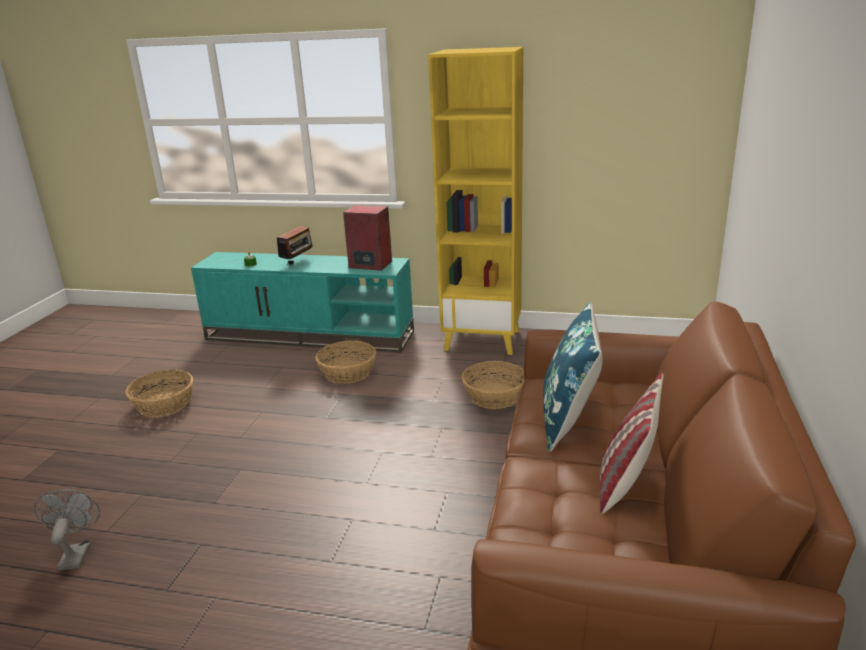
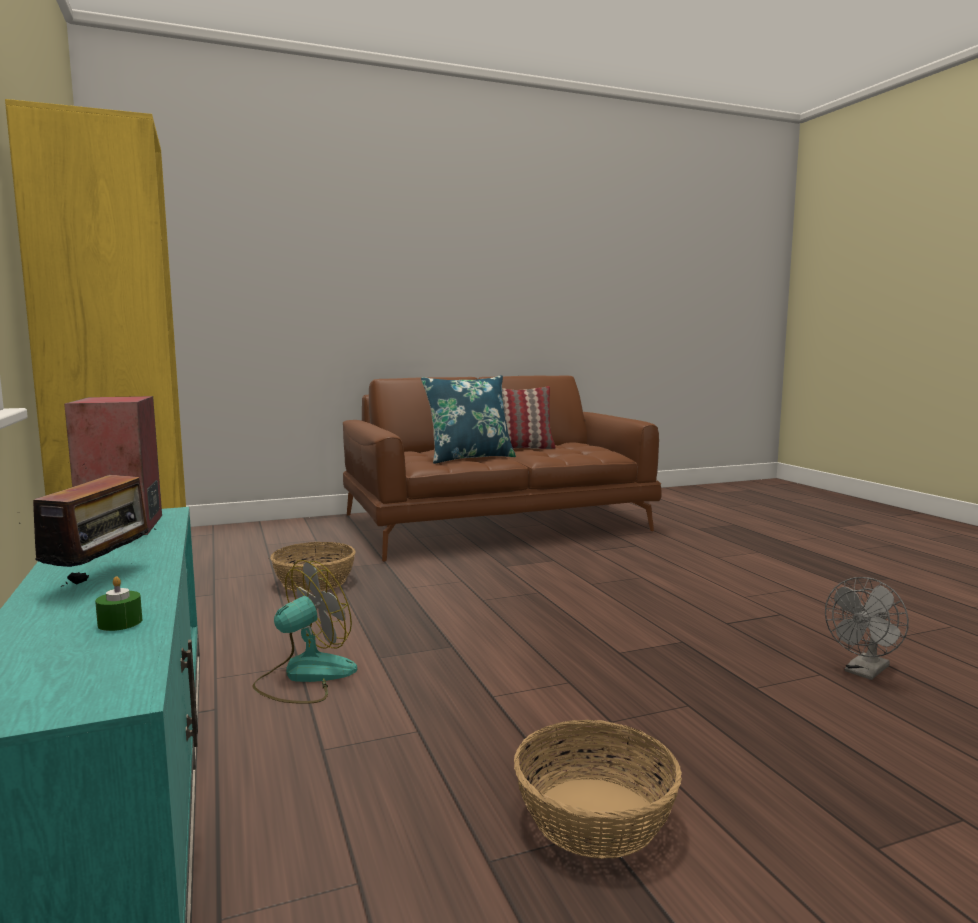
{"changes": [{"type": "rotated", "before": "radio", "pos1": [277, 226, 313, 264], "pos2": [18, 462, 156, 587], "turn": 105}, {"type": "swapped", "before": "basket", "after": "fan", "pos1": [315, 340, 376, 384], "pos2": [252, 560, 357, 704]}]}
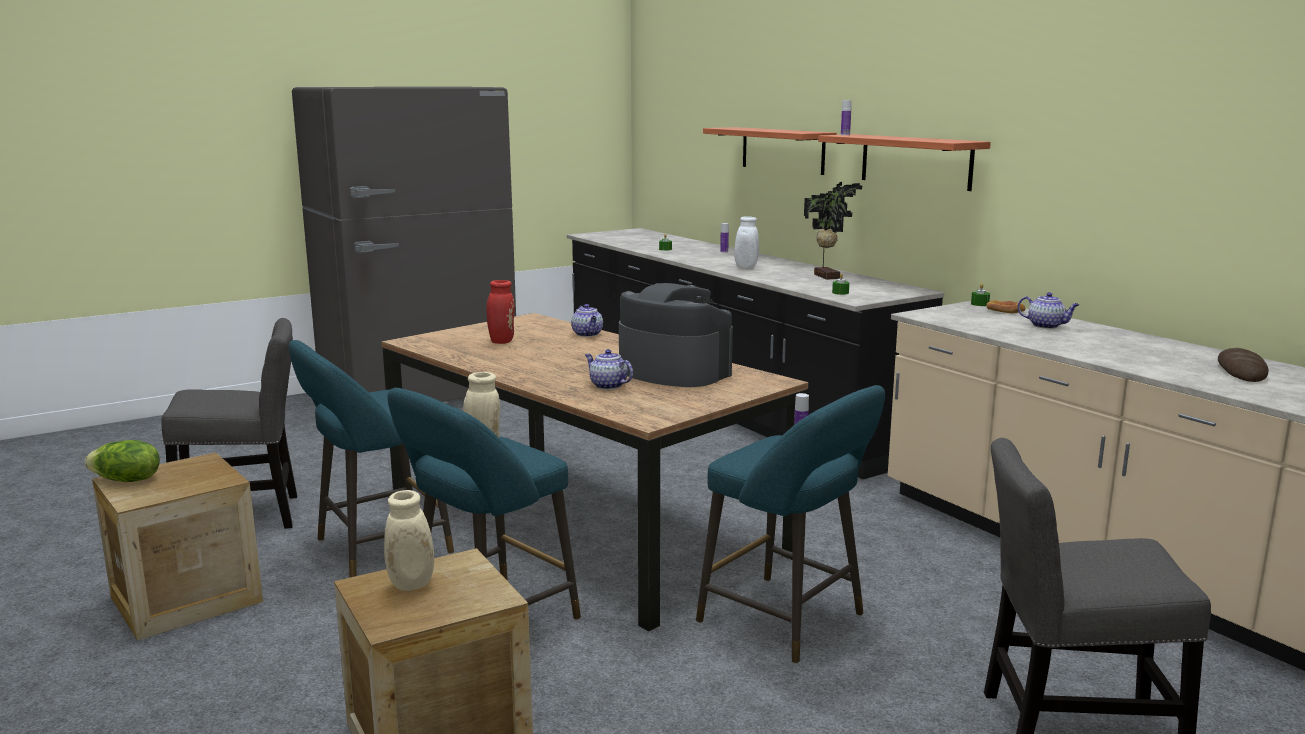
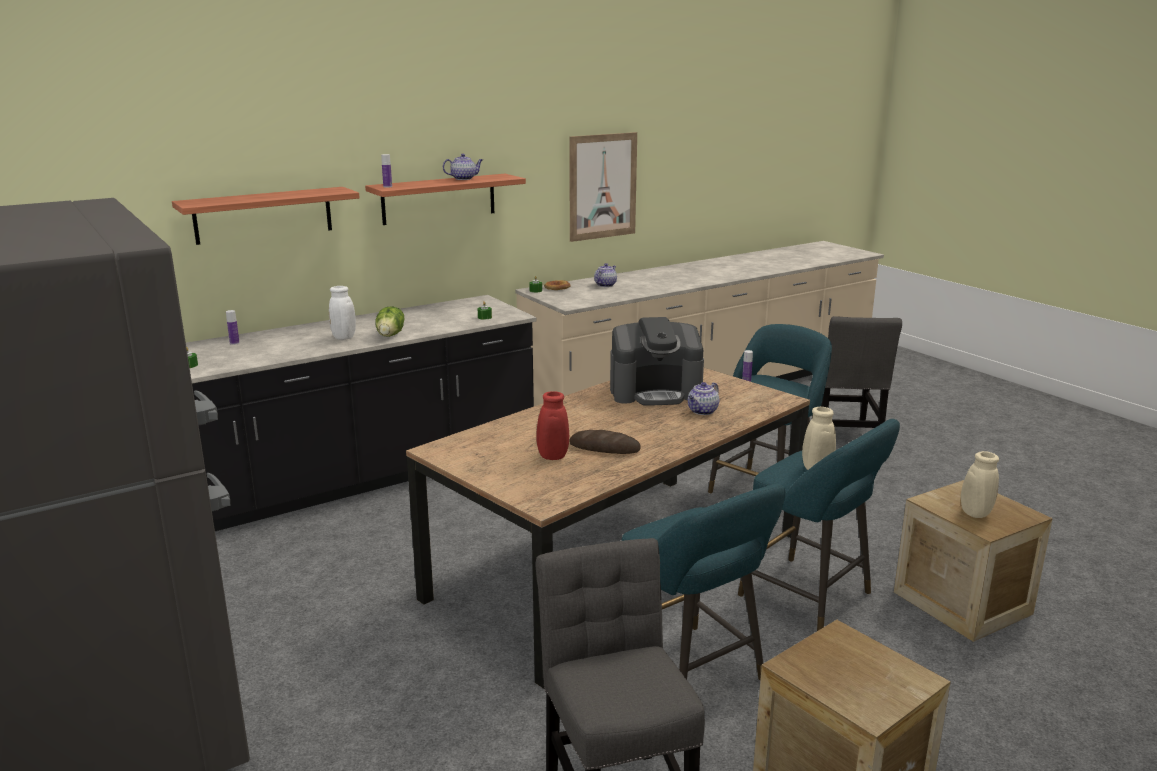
{"changes": [{"type": "gone", "before": "potted plant", "pos1": [804, 182, 862, 280]}, {"type": "rotated", "before": "coffee machine", "pos1": [619, 283, 733, 387], "pos2": [610, 317, 704, 406], "turn": -135}, {"type": "shifted", "before": "teapot", "pos1": [571, 304, 603, 337], "pos2": [443, 154, 483, 180]}, {"type": "shifted", "before": "bread", "pos1": [1218, 348, 1269, 382], "pos2": [569, 430, 641, 454]}, {"type": "shifted", "before": "lettuce", "pos1": [85, 440, 160, 482], "pos2": [375, 306, 405, 337]}, {"type": "new", "after": "picture", "pos2": [569, 132, 637, 242]}]}
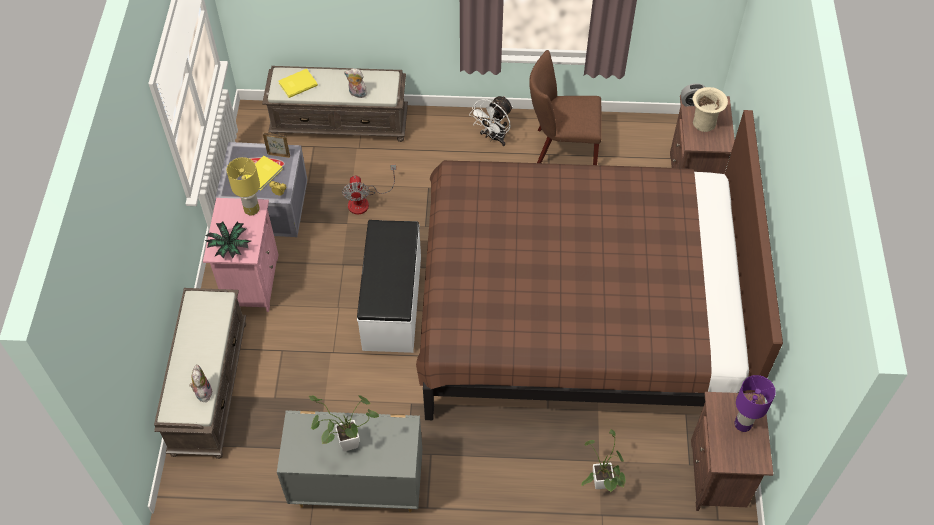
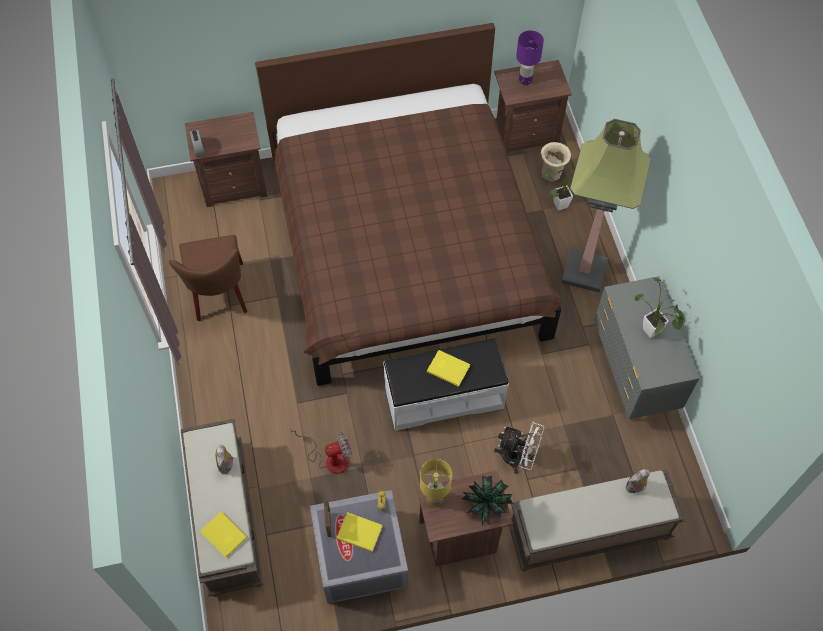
{"changes": [{"type": "shifted", "before": "beige vase", "pos1": [693, 87, 728, 132], "pos2": [541, 142, 571, 182]}, {"type": "shifted", "before": "white fan", "pos1": [469, 96, 513, 146], "pos2": [494, 421, 544, 474]}, {"type": "repainted", "before": "pink nightstand", "after": "brown nightstand", "pos1": [203, 198, 278, 312], "pos2": [417, 470, 513, 566]}, {"type": "new", "after": "floor lamp", "pos2": [561, 119, 651, 292]}, {"type": "new", "after": "yellow book", "pos2": [427, 350, 470, 387]}]}
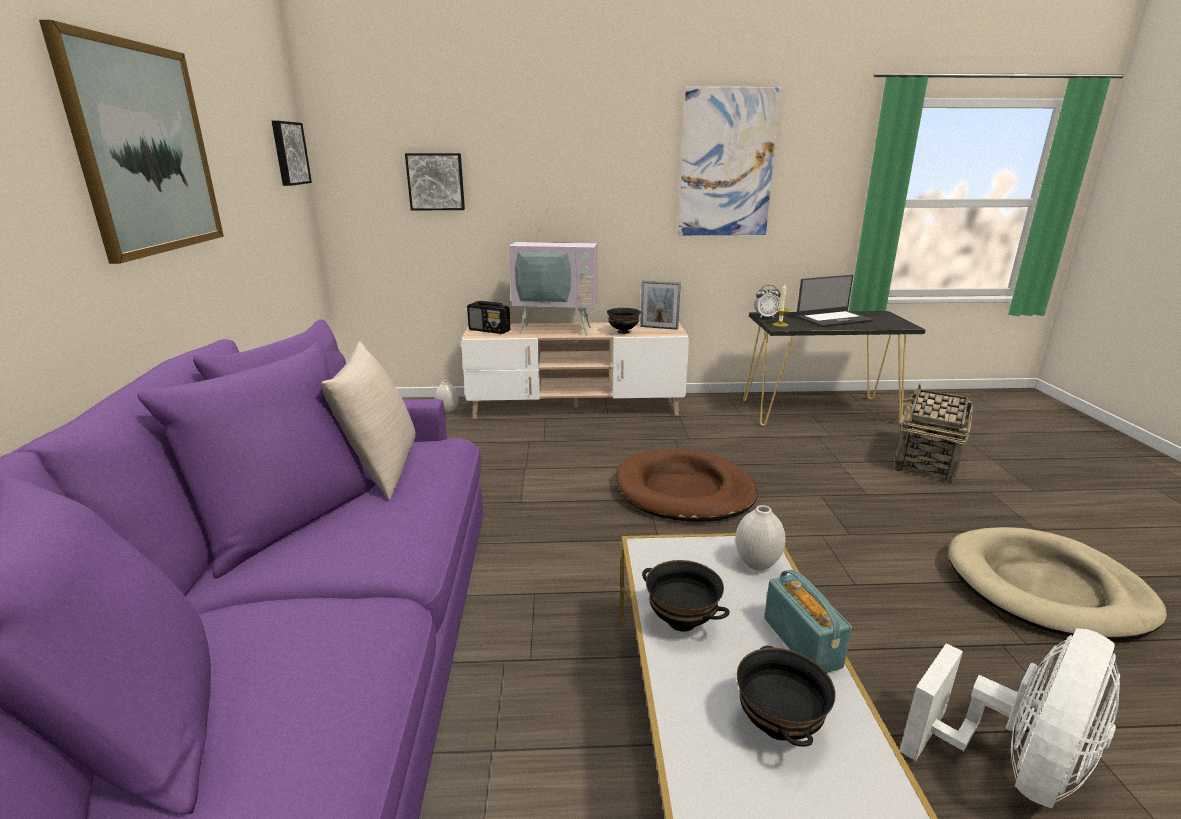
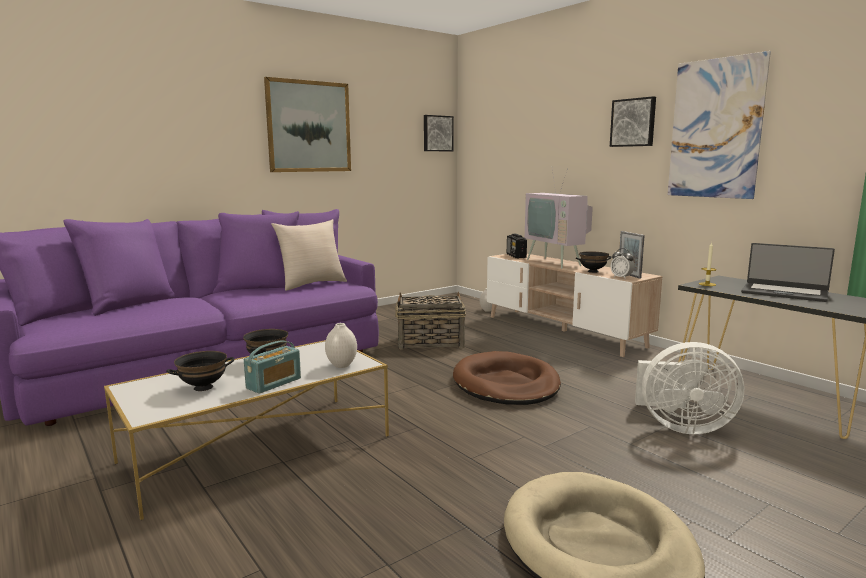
{"changes": [{"type": "shifted", "before": "picture", "pos1": [405, 153, 465, 210], "pos2": [610, 96, 656, 147]}, {"type": "shifted", "before": "alarm clock", "pos1": [754, 285, 781, 318], "pos2": [611, 248, 634, 279]}, {"type": "shifted", "before": "basket", "pos1": [893, 384, 973, 483], "pos2": [395, 291, 466, 350]}, {"type": "shifted", "before": "white fan", "pos1": [900, 628, 1120, 808], "pos2": [635, 342, 744, 434]}]}
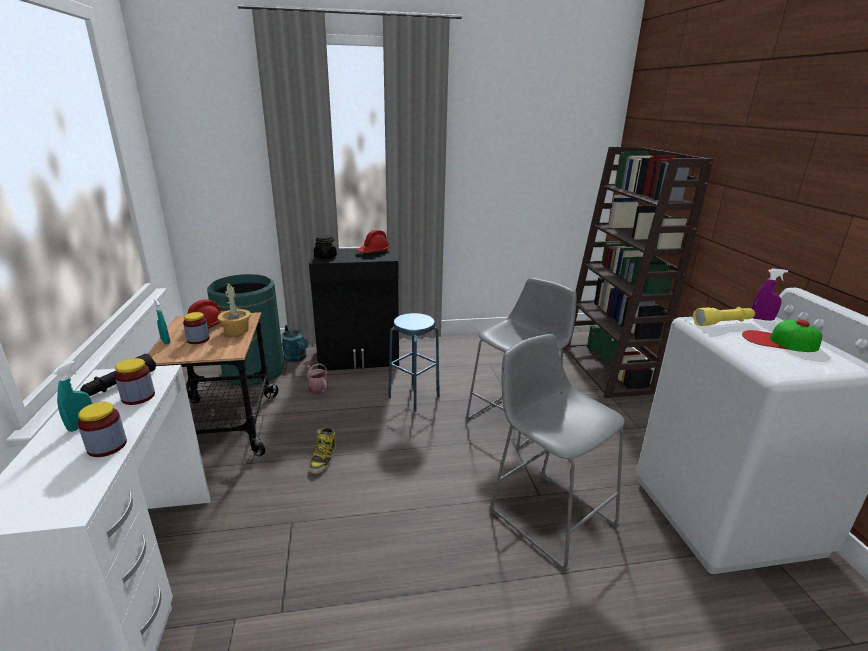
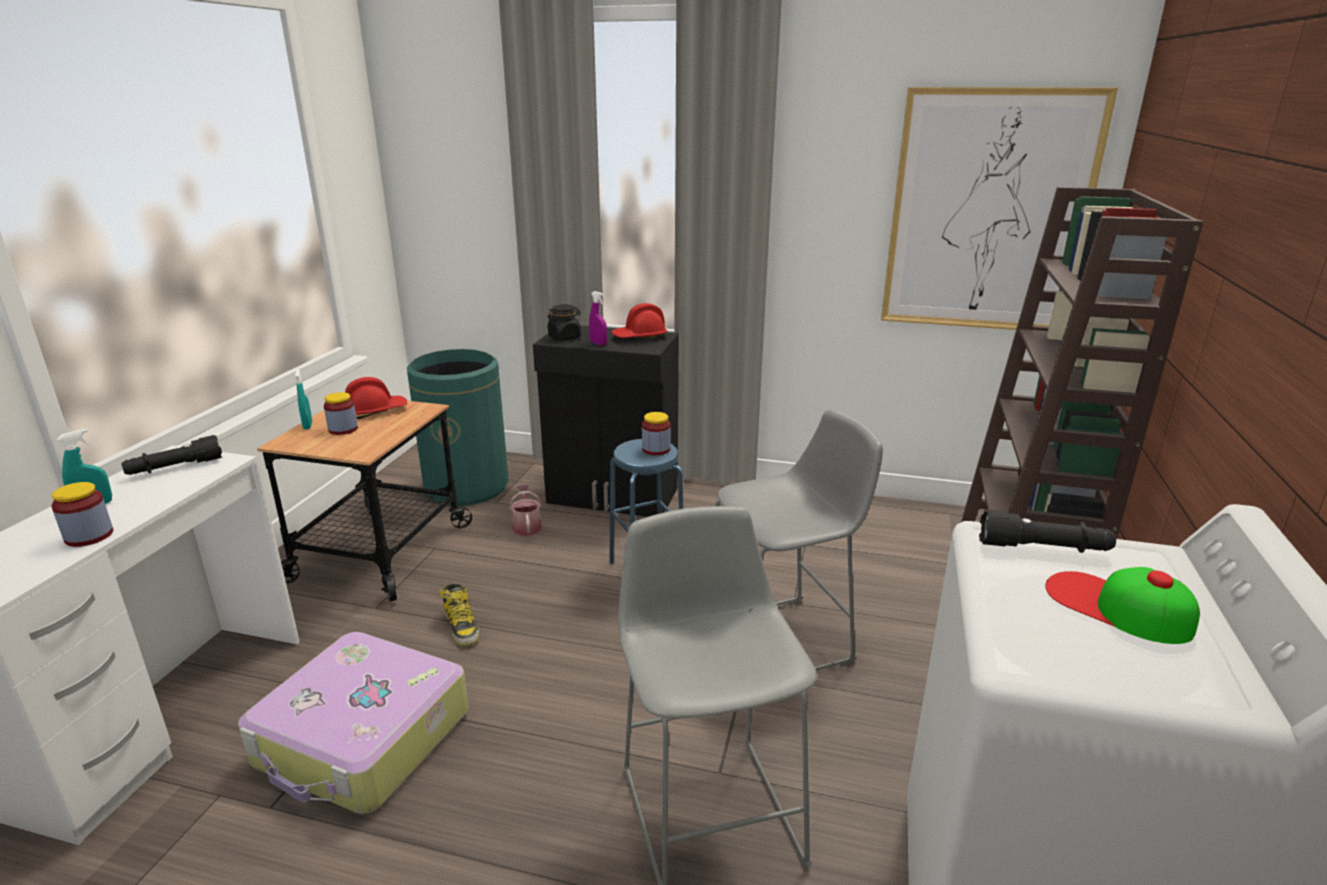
{"changes": [{"type": "shifted", "before": "purple spray bottle", "pos1": [752, 269, 788, 321], "pos2": [589, 291, 607, 345]}, {"type": "gone", "before": "potted plant", "pos1": [218, 282, 251, 336]}, {"type": "repainted", "before": "yellow flashlight", "after": "black flashlight", "pos1": [693, 307, 755, 326], "pos2": [979, 510, 1116, 553]}, {"type": "gone", "before": "turquoise watering can", "pos1": [281, 324, 308, 362]}, {"type": "shifted", "before": "jar", "pos1": [114, 358, 155, 405], "pos2": [642, 412, 671, 455]}, {"type": "rotated", "before": "boot", "pos1": [309, 428, 336, 474], "pos2": [440, 584, 479, 646], "turn": -60}, {"type": "new", "after": "picture", "pos2": [881, 87, 1118, 330]}, {"type": "new", "after": "suitcase", "pos2": [238, 632, 468, 814]}]}
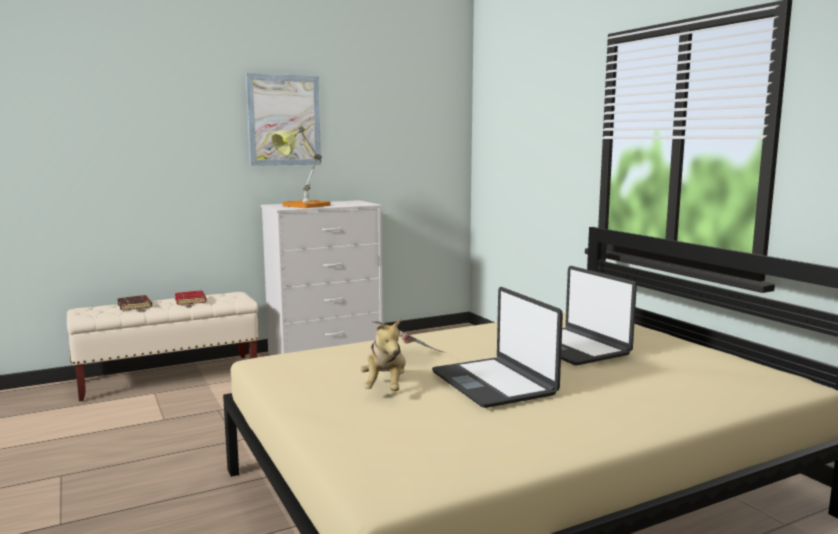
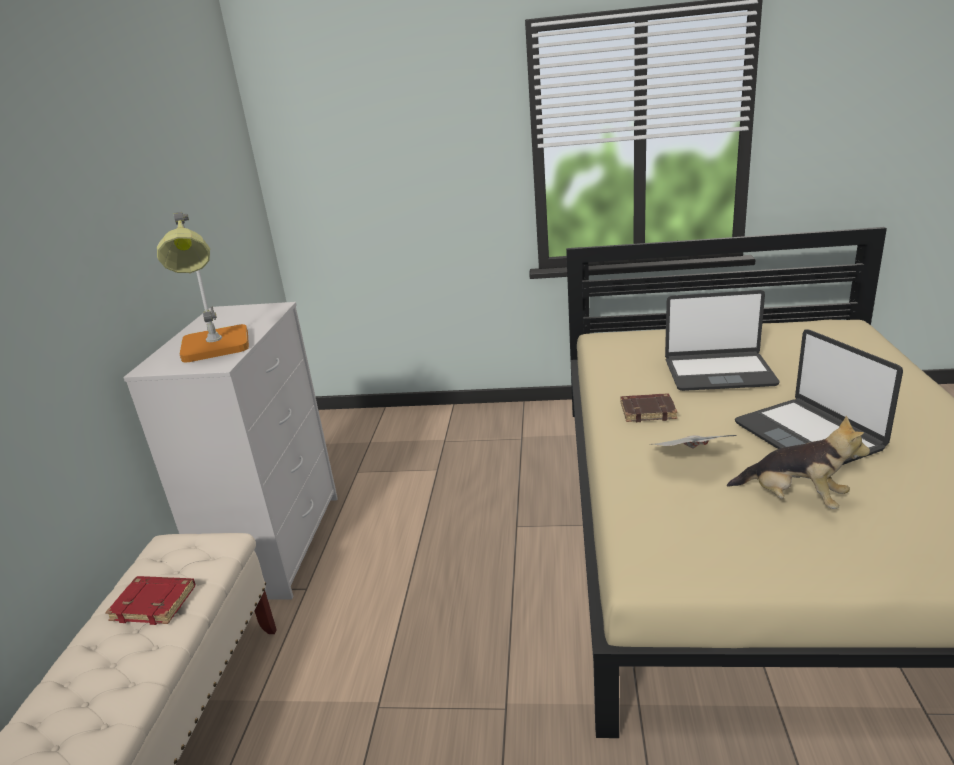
{"changes": [{"type": "gone", "before": "picture", "pos1": [246, 73, 321, 166]}, {"type": "rotated", "before": "laptop", "pos1": [432, 287, 563, 408], "pos2": [735, 329, 903, 465], "turn": 60}, {"type": "shifted", "before": "brown book", "pos1": [117, 295, 152, 311], "pos2": [620, 393, 678, 422]}]}
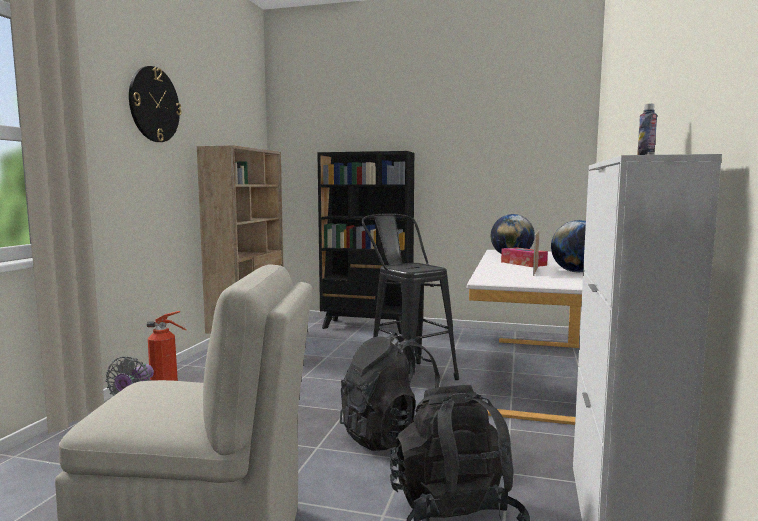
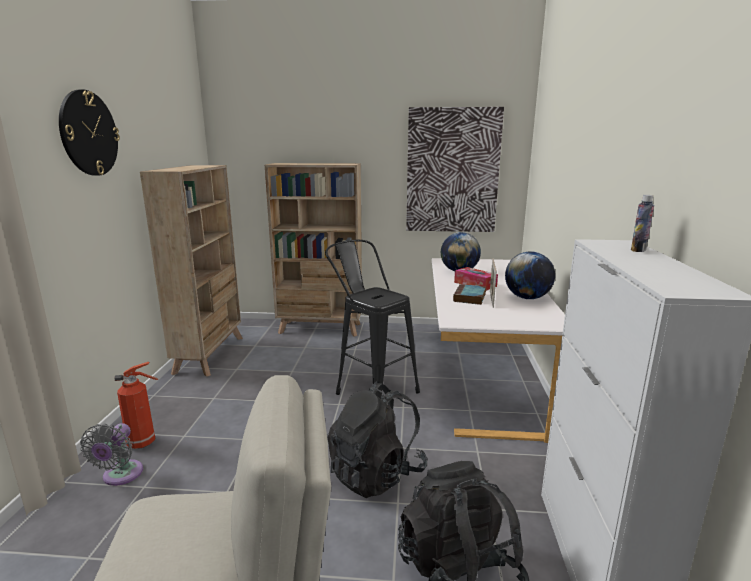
{"changes": [{"type": "repainted", "before": "black bookcase", "after": "beige bookcase", "pos1": [317, 151, 414, 334], "pos2": [265, 163, 362, 337]}, {"type": "new", "after": "picture", "pos2": [406, 107, 504, 232]}, {"type": "new", "after": "book", "pos2": [453, 284, 486, 305]}]}
